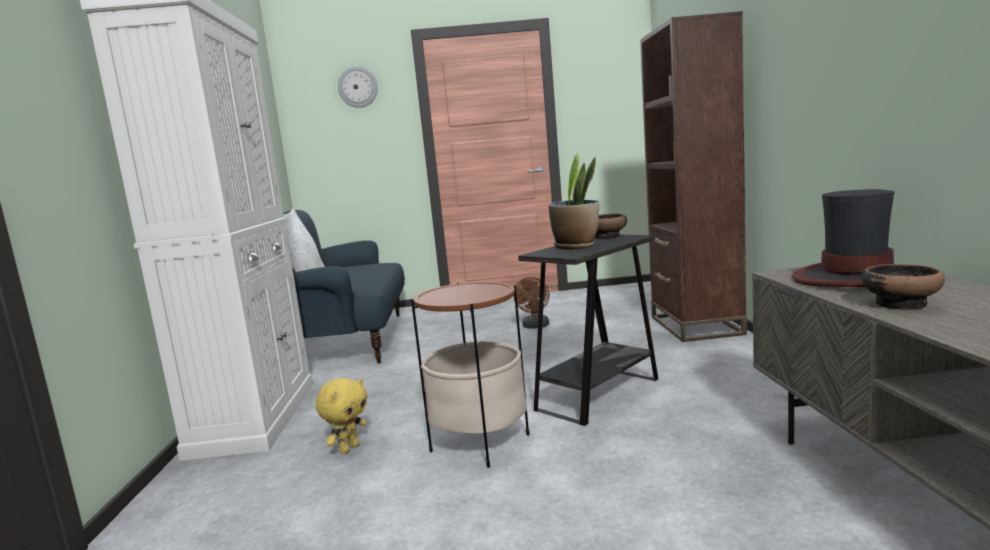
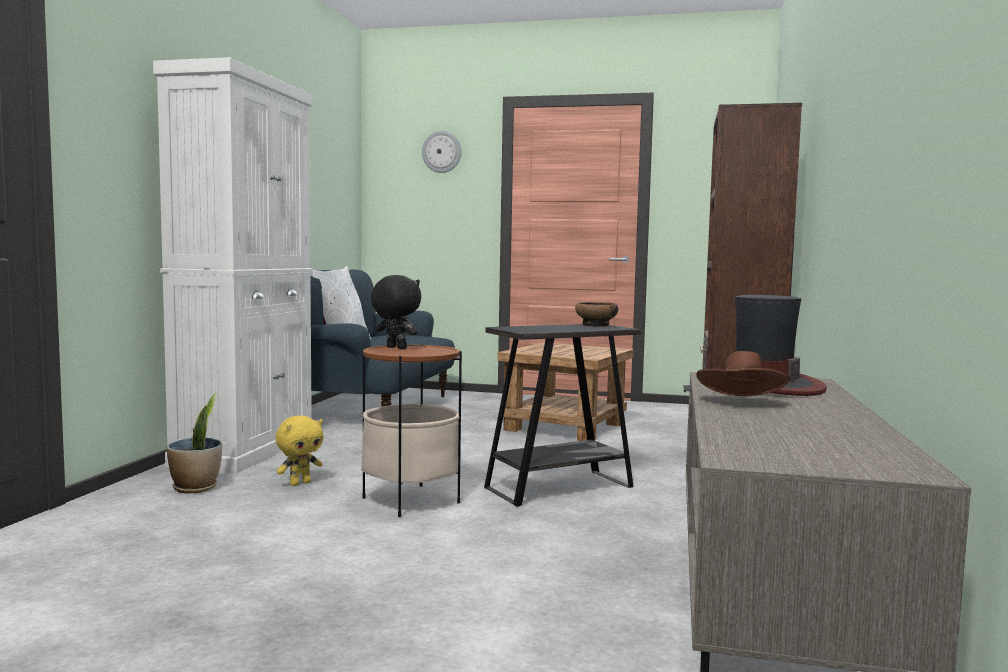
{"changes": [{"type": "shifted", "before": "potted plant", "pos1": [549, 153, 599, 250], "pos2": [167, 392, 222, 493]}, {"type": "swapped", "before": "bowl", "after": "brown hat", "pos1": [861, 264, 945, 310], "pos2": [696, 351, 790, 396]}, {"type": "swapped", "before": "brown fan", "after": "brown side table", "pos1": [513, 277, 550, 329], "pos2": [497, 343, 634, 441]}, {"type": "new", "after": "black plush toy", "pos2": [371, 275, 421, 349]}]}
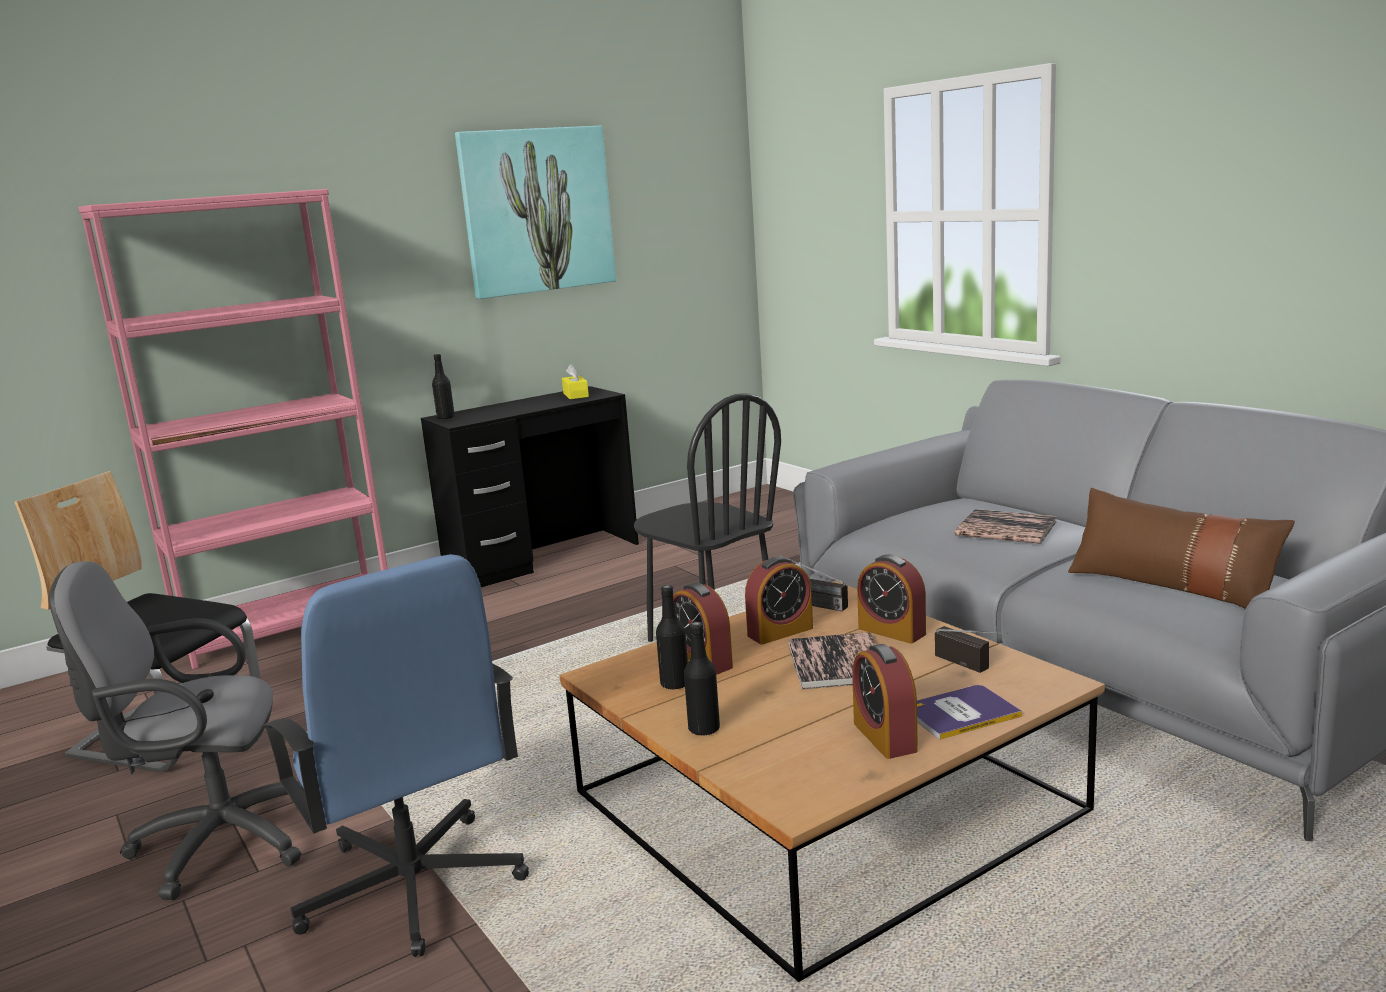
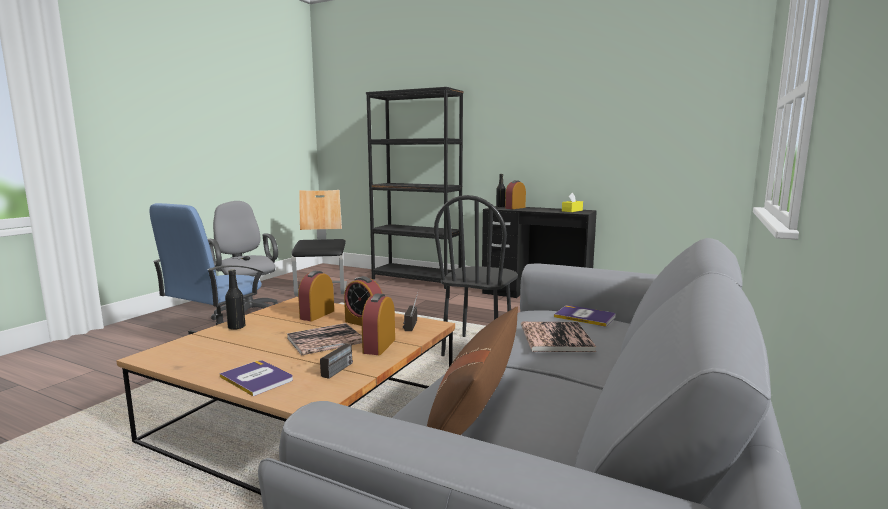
{"changes": [{"type": "gone", "before": "picture", "pos1": [455, 126, 616, 299]}, {"type": "repainted", "before": "pink bookcase", "after": "black bookcase", "pos1": [78, 189, 388, 669], "pos2": [366, 87, 464, 289]}, {"type": "gone", "before": "black bottle", "pos1": [656, 585, 688, 690]}, {"type": "shifted", "before": "alarm clock", "pos1": [852, 644, 918, 759], "pos2": [505, 180, 526, 209]}, {"type": "new", "after": "book", "pos2": [554, 305, 615, 327]}]}
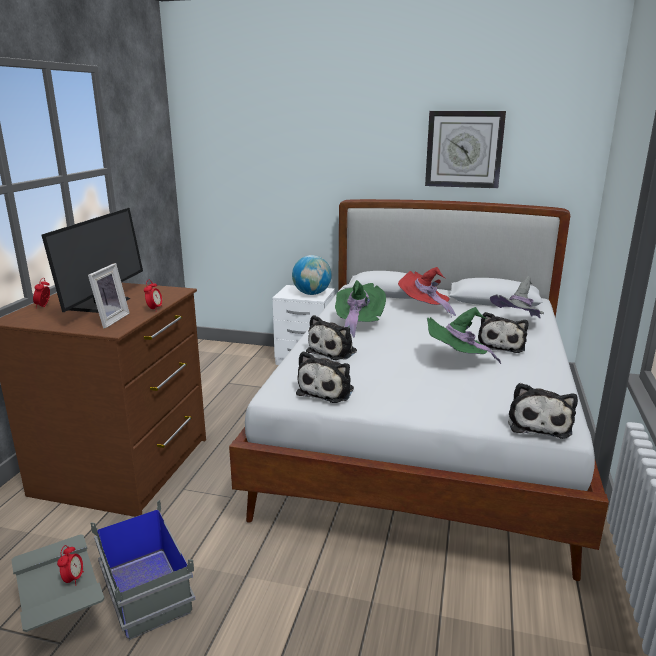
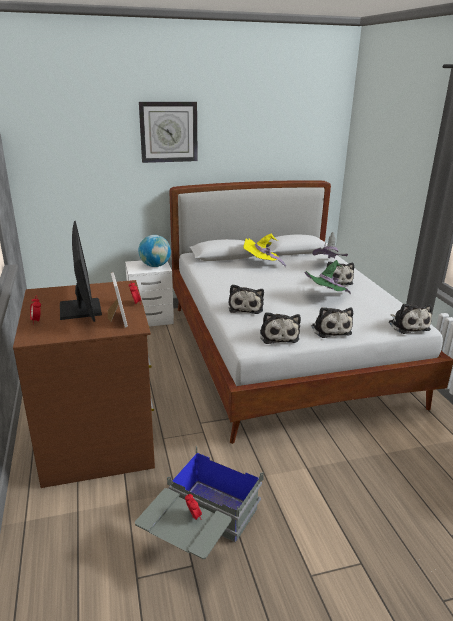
{"changes": [{"type": "shifted", "before": "wall clock", "pos1": [425, 111, 506, 188], "pos2": [139, 102, 198, 163]}, {"type": "repainted", "before": "red hat", "after": "yellow hat", "pos1": [398, 267, 456, 318], "pos2": [243, 233, 286, 268]}, {"type": "gone", "before": "green hat", "pos1": [335, 280, 386, 338]}, {"type": "new", "after": "plush toy", "pos2": [311, 307, 353, 338]}]}
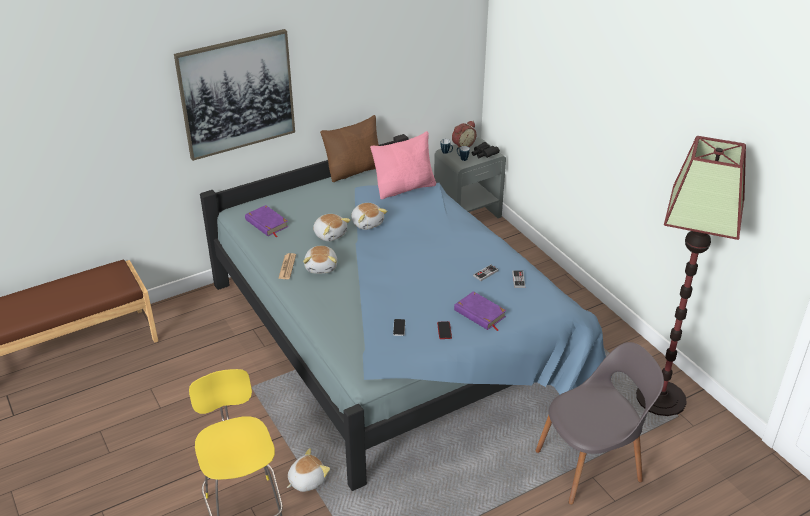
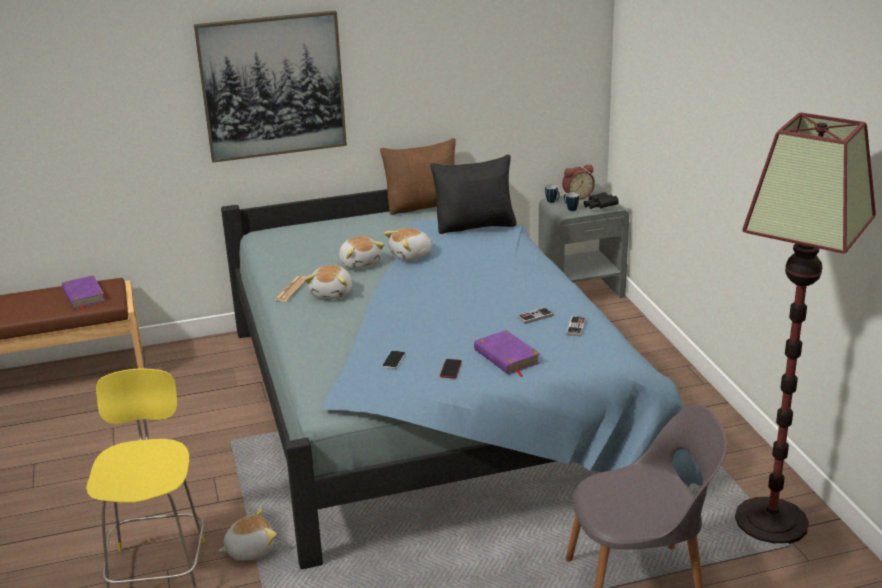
{"changes": [{"type": "repainted", "before": "pink pillow", "after": "black pillow", "pos1": [370, 131, 436, 199], "pos2": [430, 154, 517, 234]}, {"type": "rotated", "before": "plush toy", "pos1": [351, 203, 387, 230], "pos2": [384, 228, 433, 261], "turn": 75}, {"type": "shifted", "before": "purple book", "pos1": [245, 205, 289, 237], "pos2": [62, 276, 105, 311]}]}
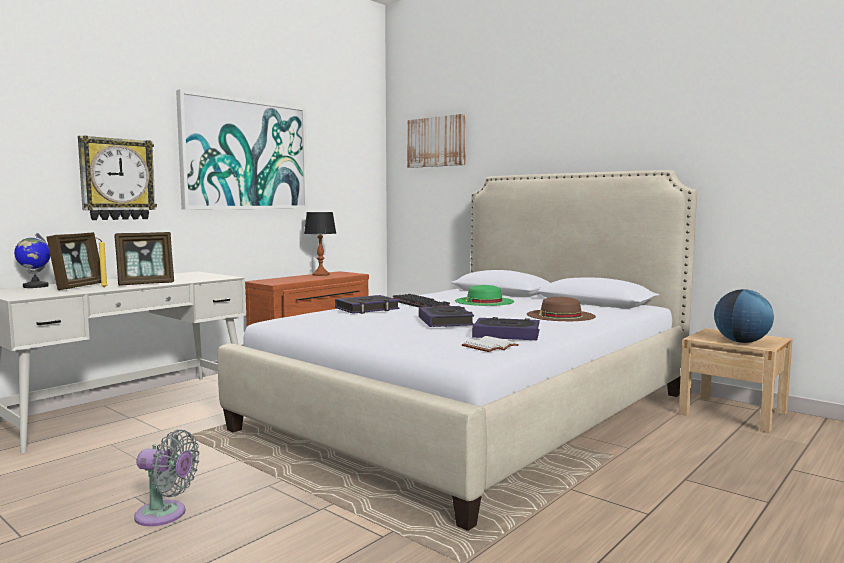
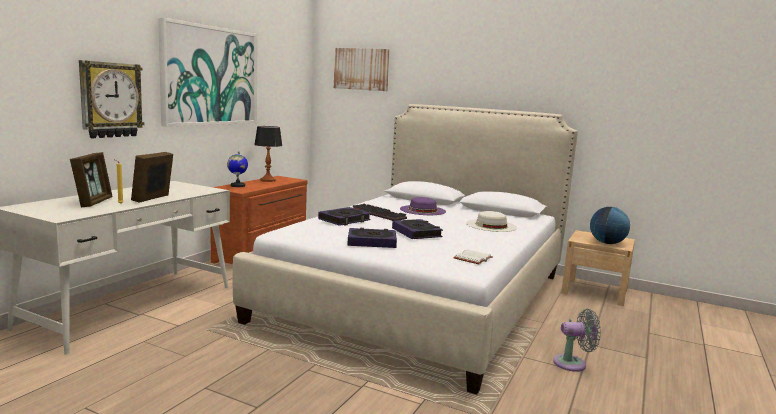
{"changes": [{"type": "rotated", "before": "picture frame", "pos1": [114, 232, 174, 286], "pos2": [131, 152, 173, 203], "turn": 150}, {"type": "shifted", "before": "globe", "pos1": [14, 233, 51, 288], "pos2": [227, 151, 248, 187]}, {"type": "repainted", "before": "green hat", "after": "purple hat", "pos1": [455, 285, 514, 306], "pos2": [400, 197, 446, 215]}, {"type": "repainted", "before": "brown hat", "after": "white hat", "pos1": [527, 297, 596, 321], "pos2": [466, 211, 517, 232]}, {"type": "shifted", "before": "book", "pos1": [472, 317, 540, 340], "pos2": [347, 228, 397, 248]}, {"type": "shifted", "before": "grey fan", "pos1": [134, 430, 200, 526], "pos2": [553, 309, 601, 372]}]}
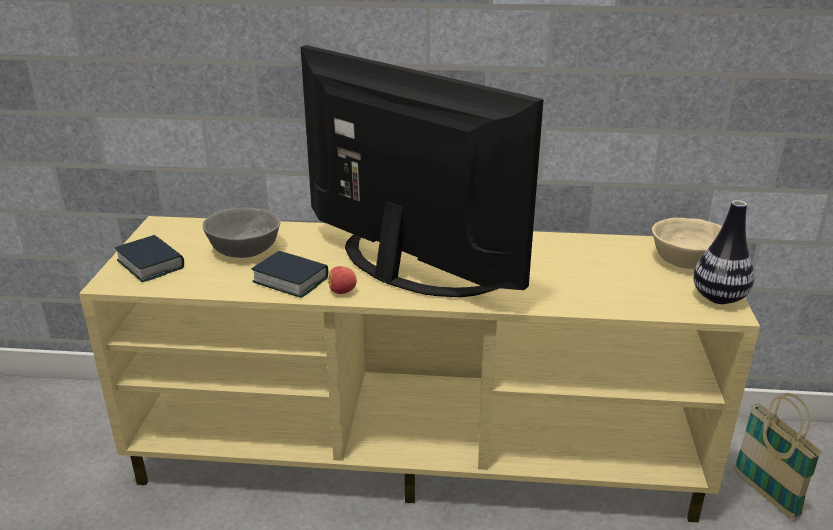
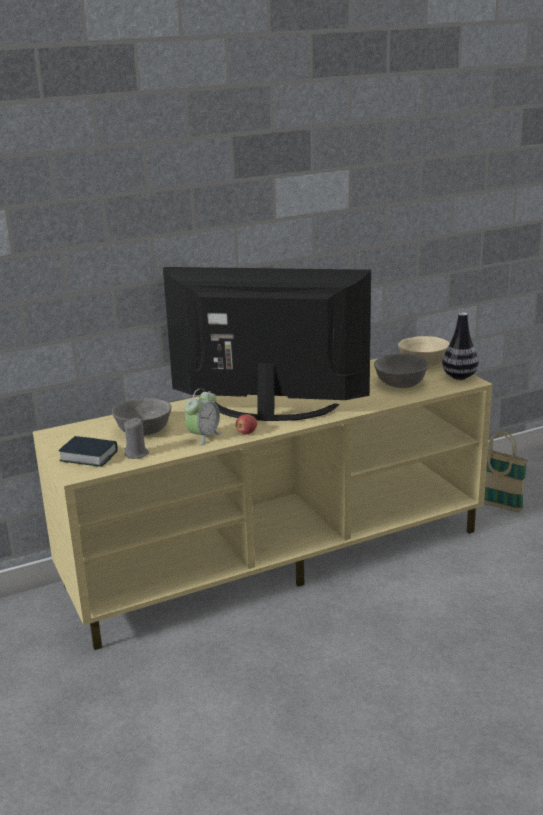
{"changes": [{"type": "swapped", "before": "book", "after": "alarm clock", "pos1": [251, 251, 328, 298], "pos2": [184, 388, 222, 446]}, {"type": "new", "after": "grey bowl", "pos2": [374, 353, 429, 388]}, {"type": "new", "after": "grey candle", "pos2": [124, 418, 149, 459]}]}
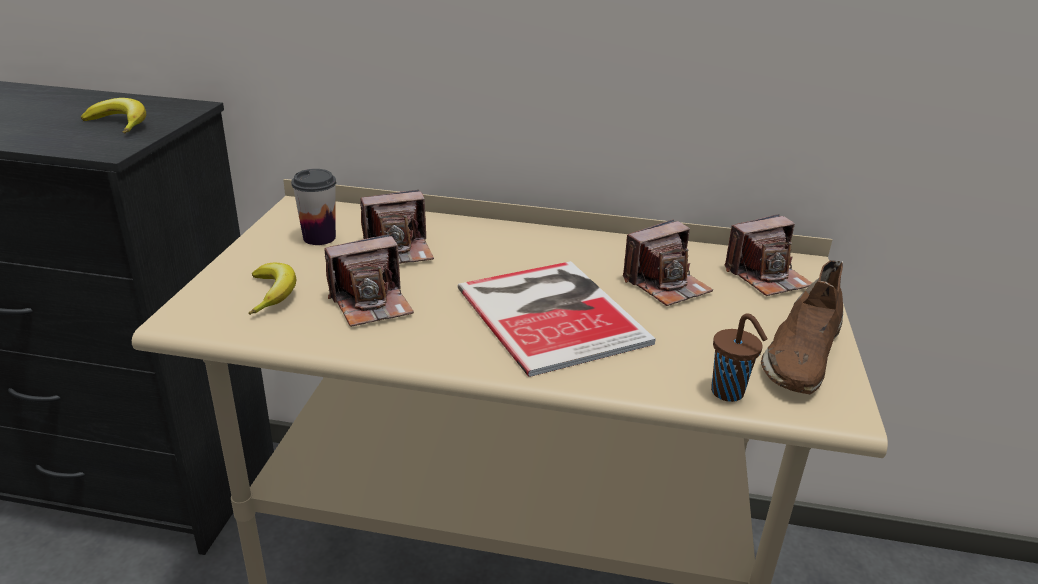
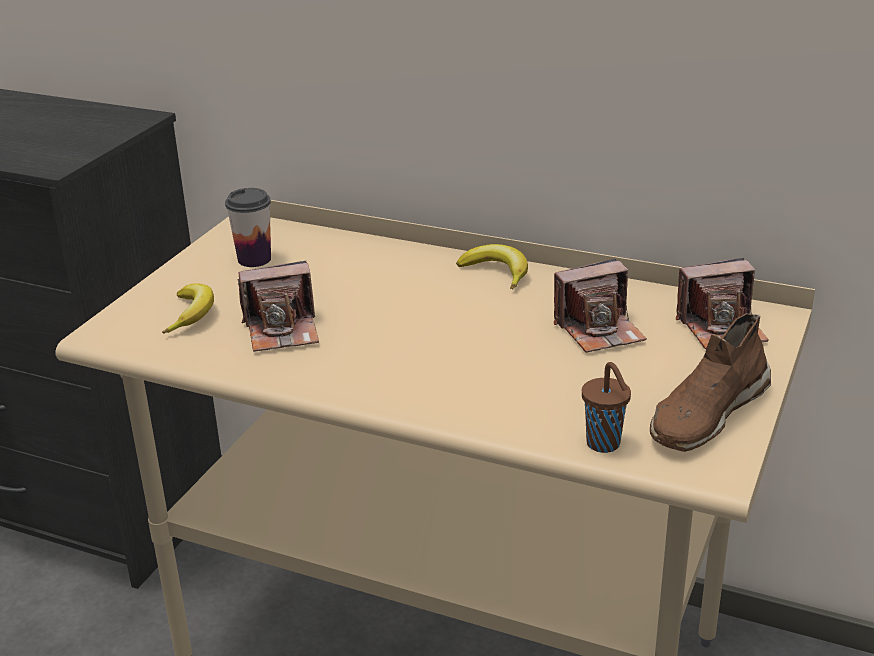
{"changes": [{"type": "shifted", "before": "banana", "pos1": [81, 98, 146, 133], "pos2": [456, 244, 528, 290]}, {"type": "gone", "before": "photo camera", "pos1": [360, 190, 434, 264]}, {"type": "gone", "before": "book", "pos1": [457, 261, 656, 377]}]}
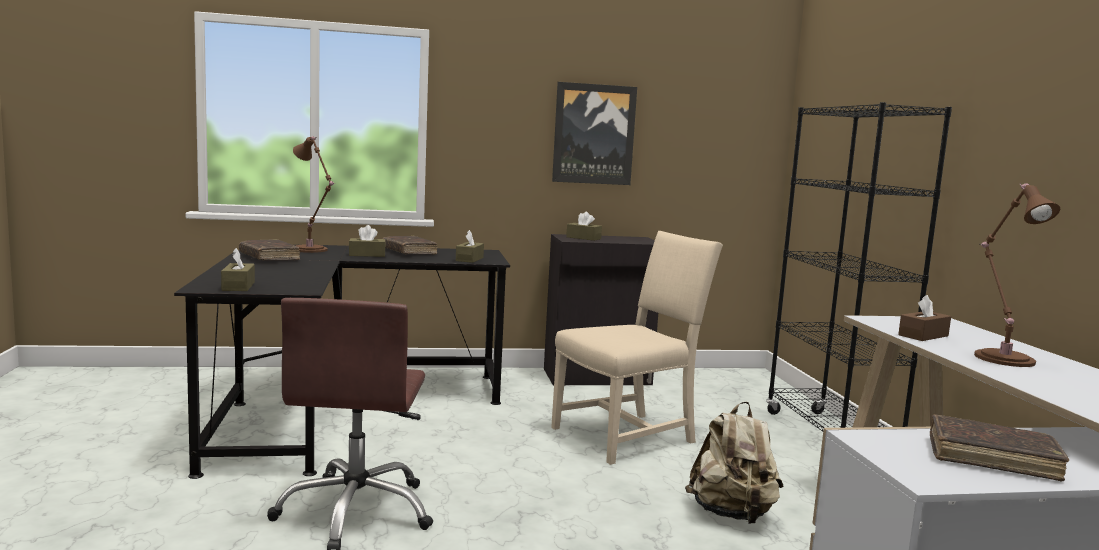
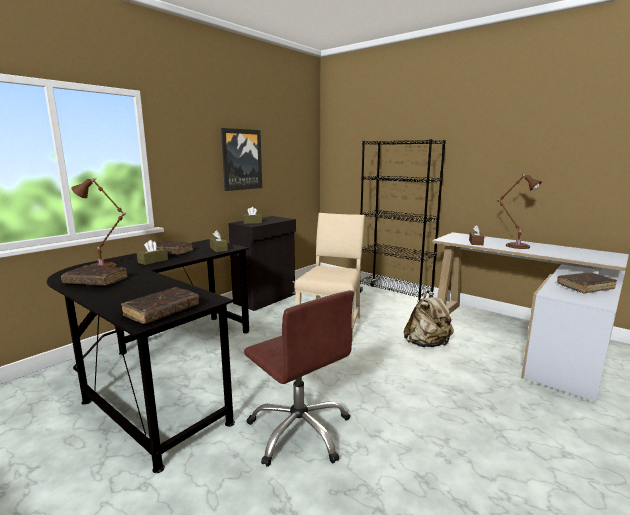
{"changes": [{"type": "swapped", "before": "brown tissue box", "after": "brown book", "pos1": [221, 248, 255, 291], "pos2": [121, 287, 199, 324]}]}
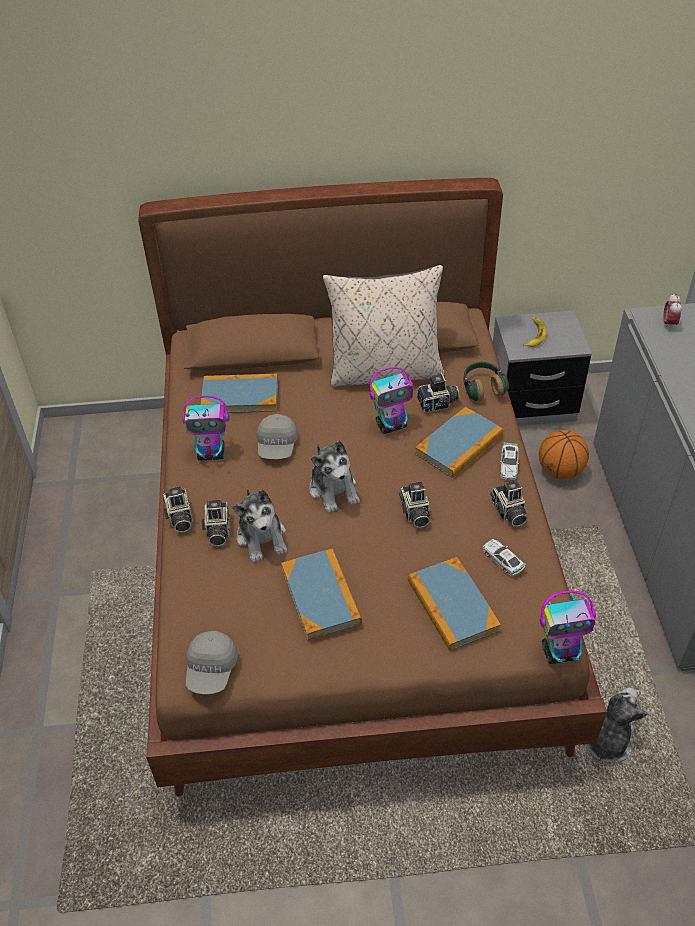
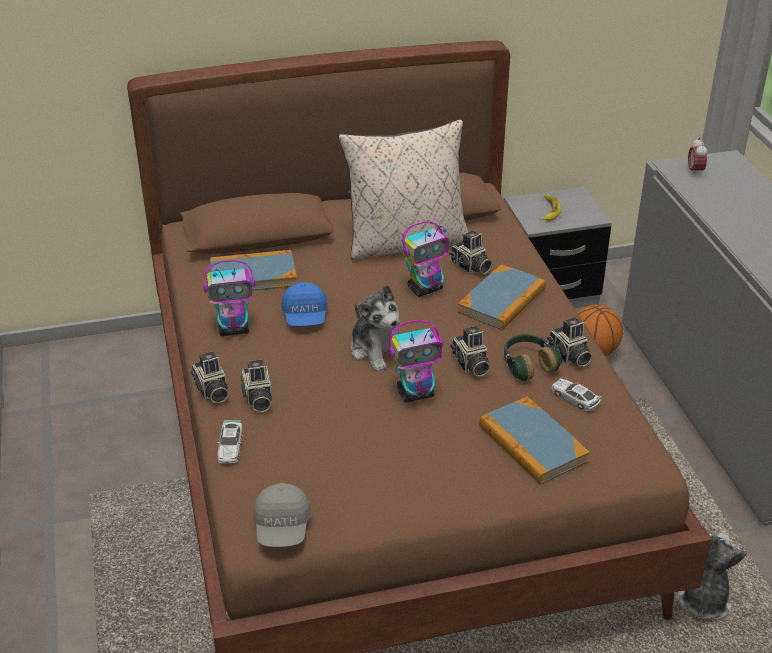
{"changes": [{"type": "shifted", "before": "headphones", "pos1": [463, 362, 509, 401], "pos2": [504, 334, 562, 381]}, {"type": "rotated", "before": "photo camera", "pos1": [417, 372, 460, 412], "pos2": [449, 231, 492, 274], "turn": 75}, {"type": "repainted", "before": "grey cap", "after": "blue cap", "pos1": [256, 414, 299, 459], "pos2": [281, 282, 327, 326]}, {"type": "shifted", "before": "toy car", "pos1": [500, 443, 519, 480], "pos2": [217, 420, 242, 464]}, {"type": "gone", "before": "plush toy", "pos1": [232, 488, 287, 563]}, {"type": "gone", "before": "book", "pos1": [281, 549, 362, 641]}, {"type": "shifted", "before": "toy robot", "pos1": [540, 590, 596, 664], "pos2": [389, 320, 443, 403]}]}
